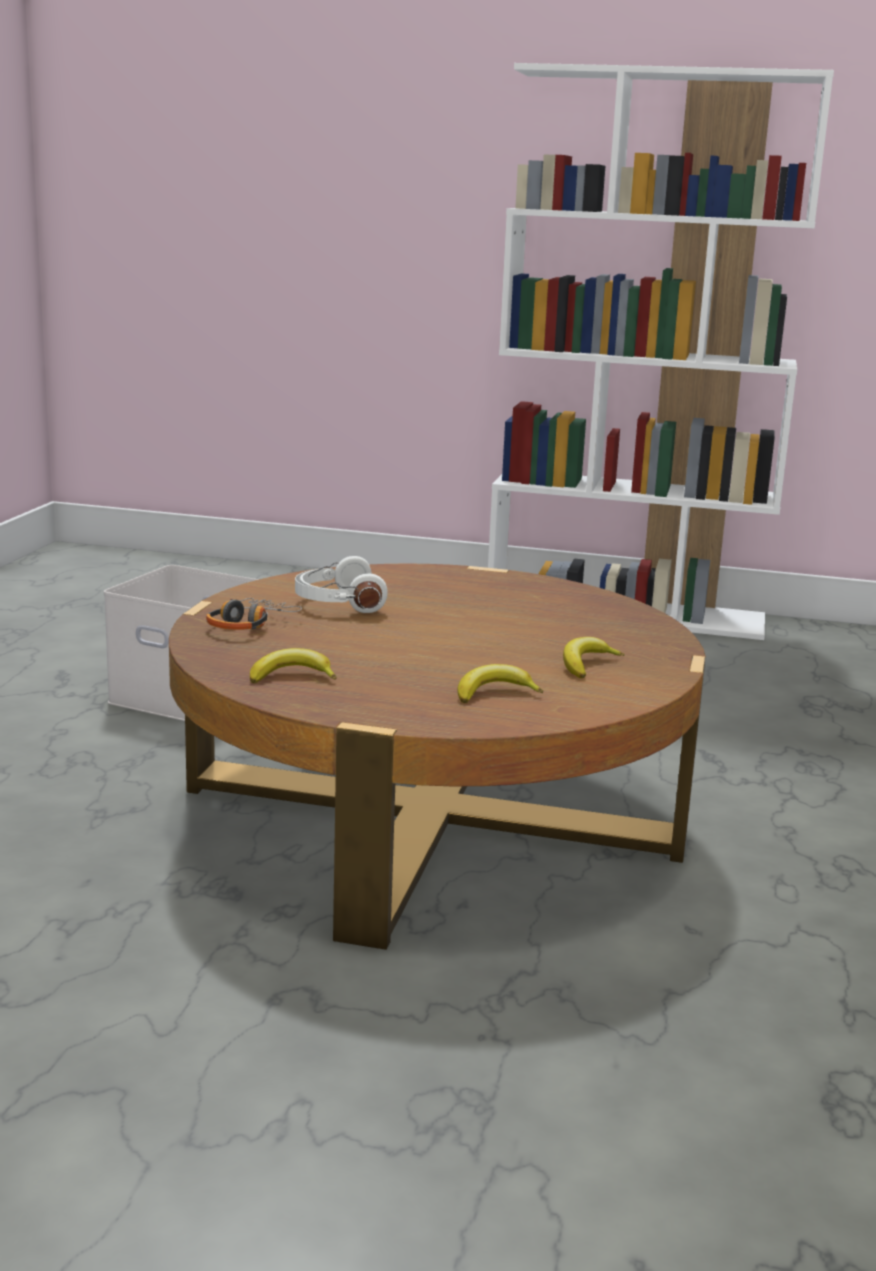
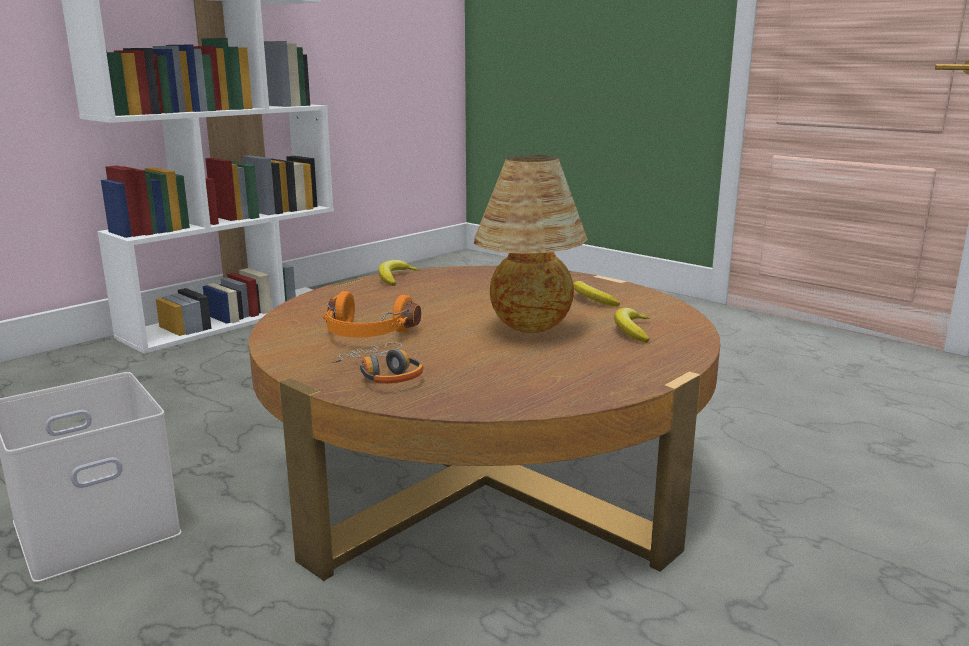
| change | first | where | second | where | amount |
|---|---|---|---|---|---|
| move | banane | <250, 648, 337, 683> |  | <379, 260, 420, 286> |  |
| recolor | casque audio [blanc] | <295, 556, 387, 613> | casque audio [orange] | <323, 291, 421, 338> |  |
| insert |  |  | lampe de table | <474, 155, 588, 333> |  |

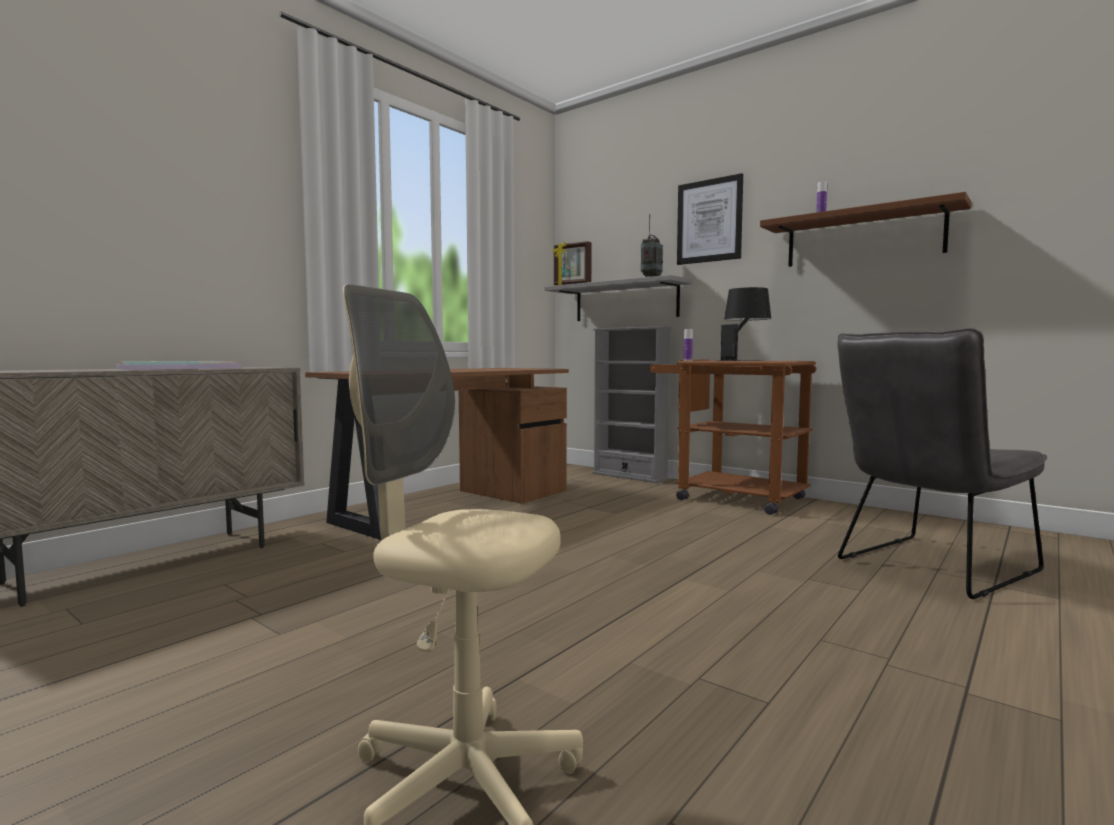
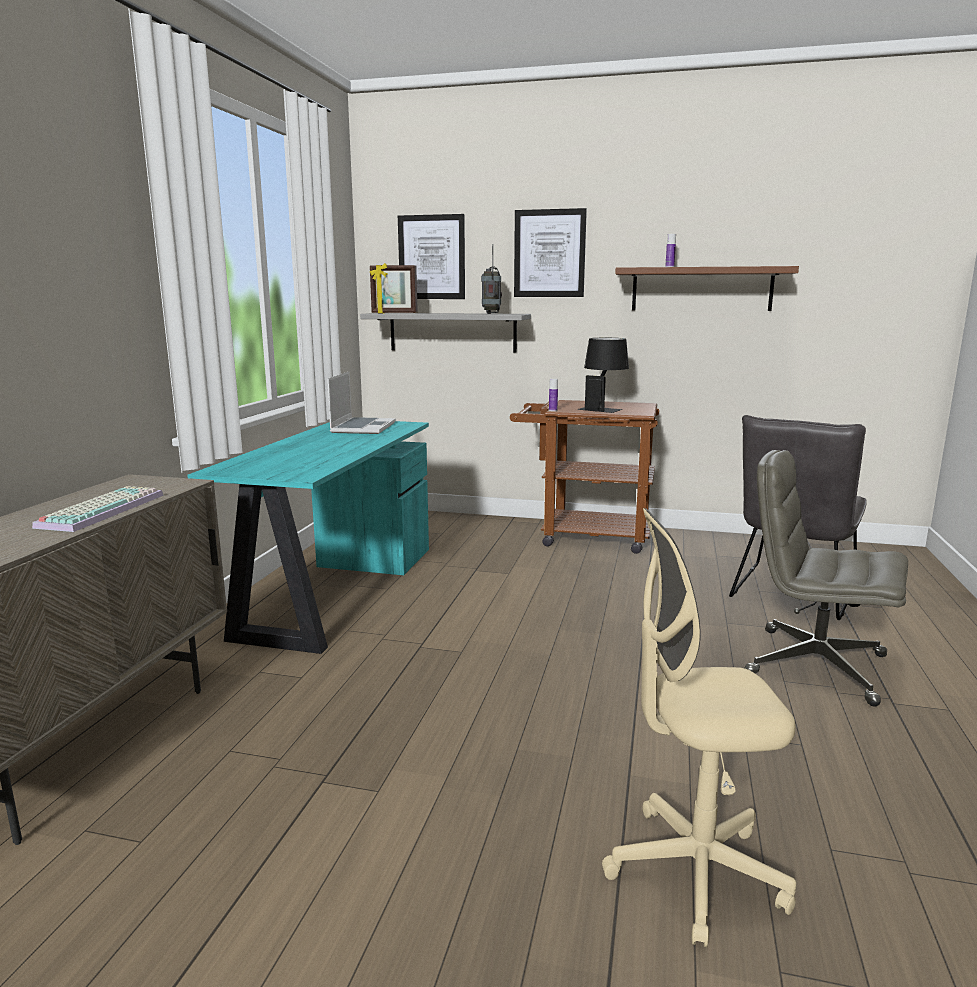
| change | first | where | second | where | amount |
|---|---|---|---|---|---|
| recolor | bureau [marron] | <305, 368, 569, 540> | bureau [turquoise] | <187, 421, 429, 654> |  |
| delete | bibliothèque [gris] | <592, 326, 672, 483> |  |  |  |
| insert |  |  | ordinateur portable | <327, 372, 396, 434> |  |
| insert |  |  | tableau | <398, 214, 465, 299> |  |
| insert |  |  | chaise de bureau [gris] | <744, 450, 908, 706> |  |

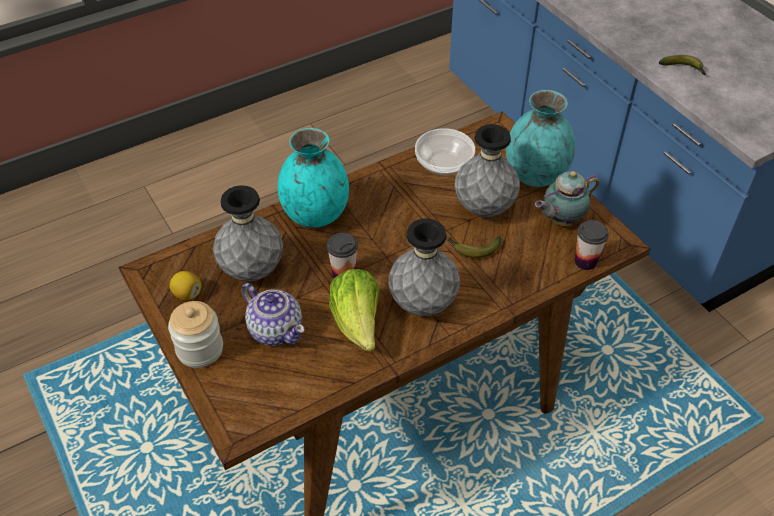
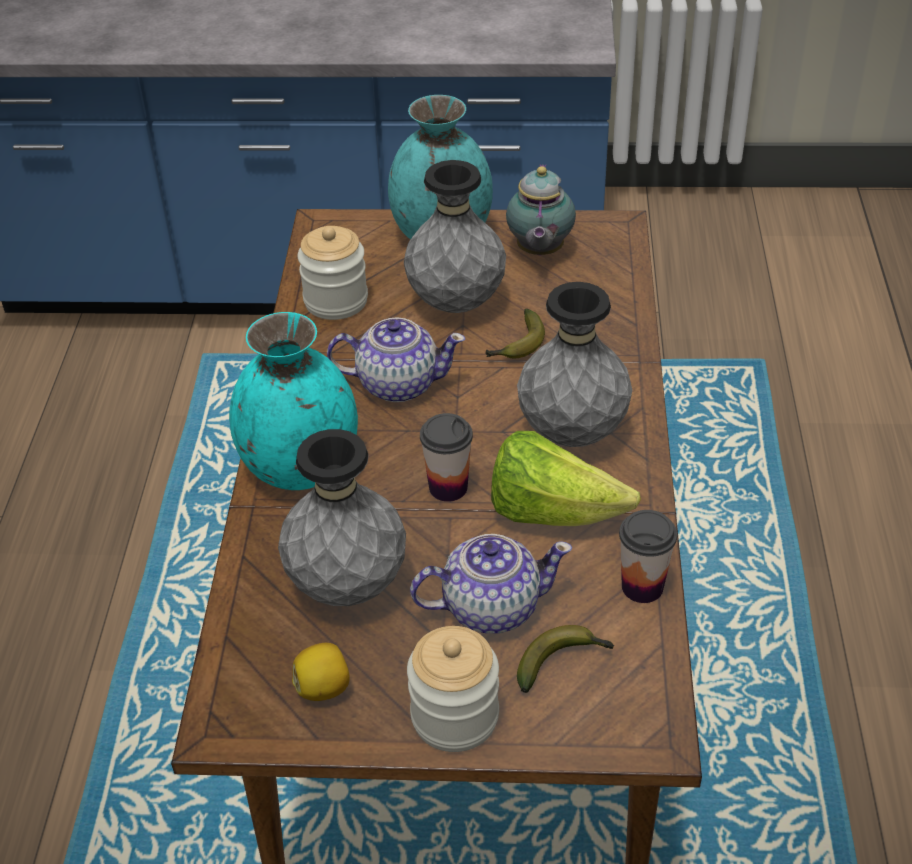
| change | first | where | second | where | amount |
|---|---|---|---|---|---|
| replace | bol | <415, 128, 475, 175> | bocal | <298, 226, 368, 320> |  |
| move | tasse | <575, 220, 609, 270> |  | <619, 510, 677, 603> |  |
| move | banane | <659, 55, 706, 75> |  | <517, 625, 614, 693> |  |
| insert |  |  | théière | <327, 317, 465, 402> |  |

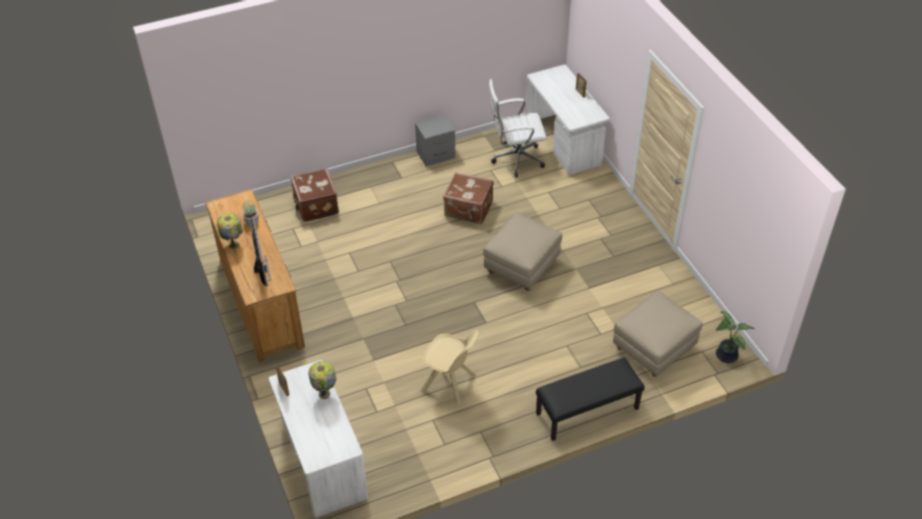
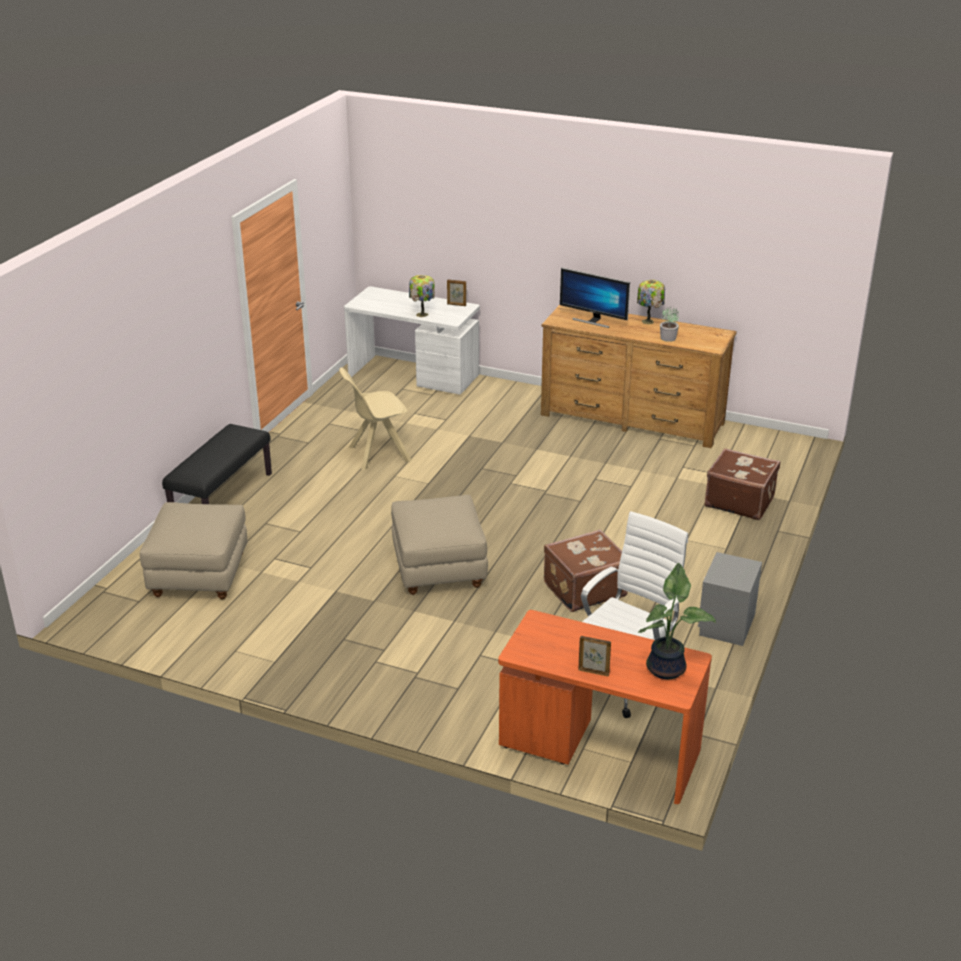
| change | first | where | second | where | amount |
|---|---|---|---|---|---|
| recolor | bureau [blanc] | <526, 65, 610, 175> | bureau [orange] | <498, 610, 712, 804> |  |
| move | plante en pot | <716, 311, 755, 363> |  | <638, 563, 716, 679> |  |

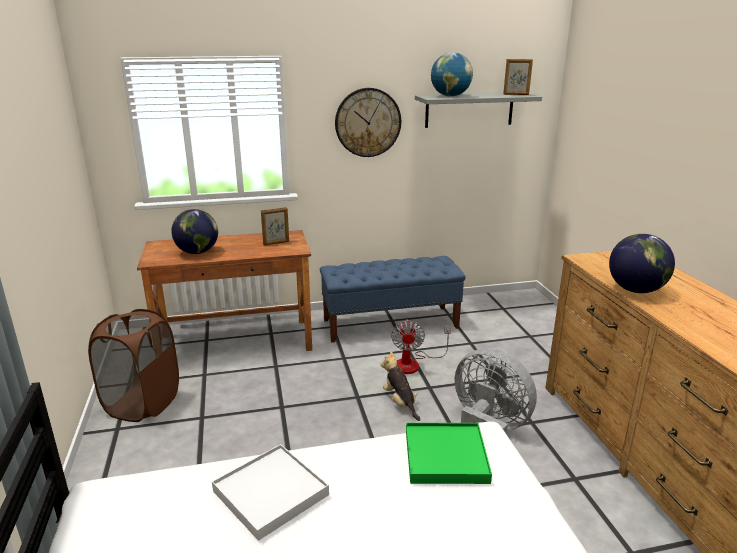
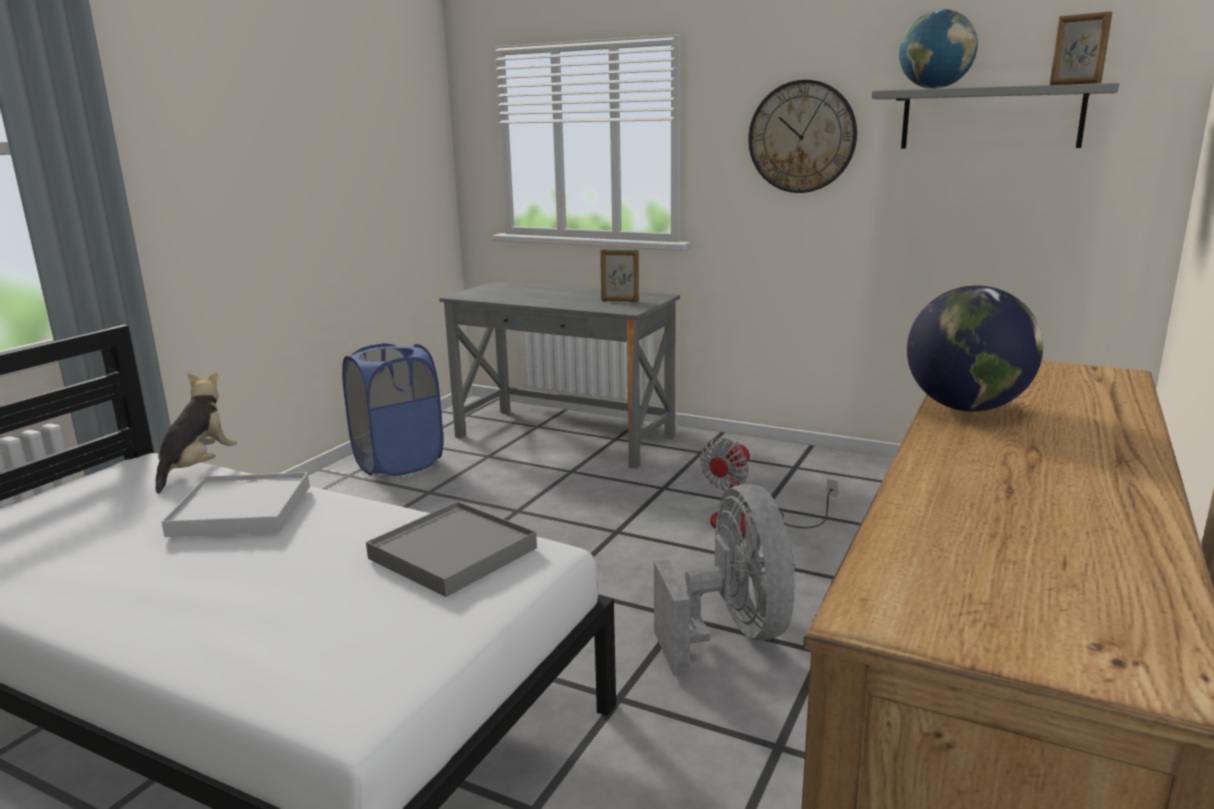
| change | first | where | second | where | amount |
|---|---|---|---|---|---|
| recolor | panier à linge [marron] | <88, 309, 179, 422> | panier à linge [bleu] | <342, 343, 443, 476> |  |
| recolor | bureau [marron] | <137, 230, 312, 351> | bureau [gris] | <439, 281, 680, 469> |  |
| delete | globe | <171, 209, 218, 254> |  |  |  |
| delete | banc [bleu] | <320, 256, 466, 343> |  |  |  |
| move | peluche | <381, 351, 421, 421> |  | <156, 372, 237, 494> |  |
| recolor | plateau [vert] | <406, 423, 492, 484> | plateau [gris] | <366, 502, 537, 597> |  |

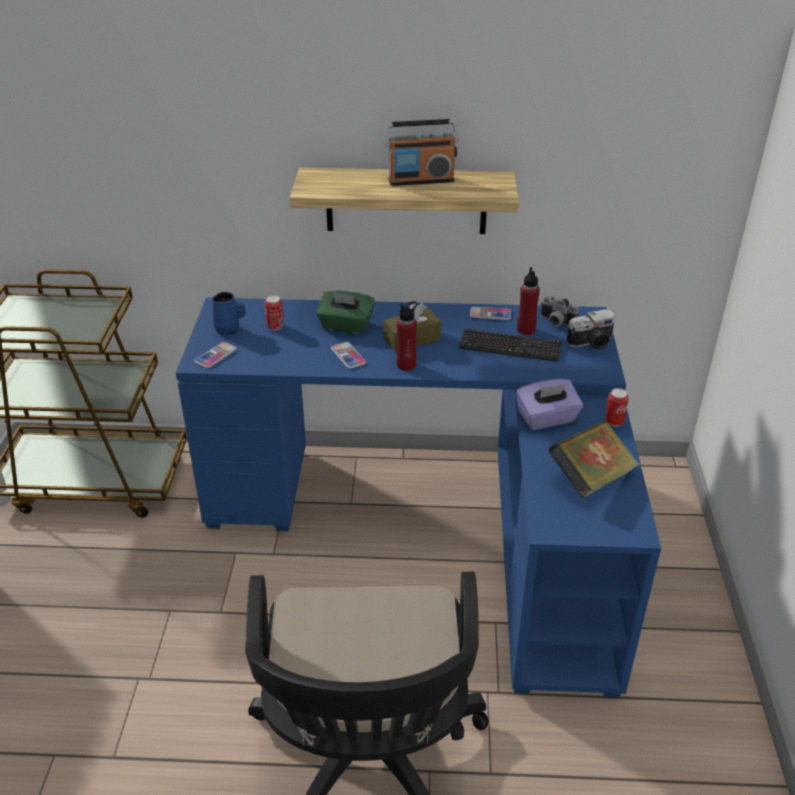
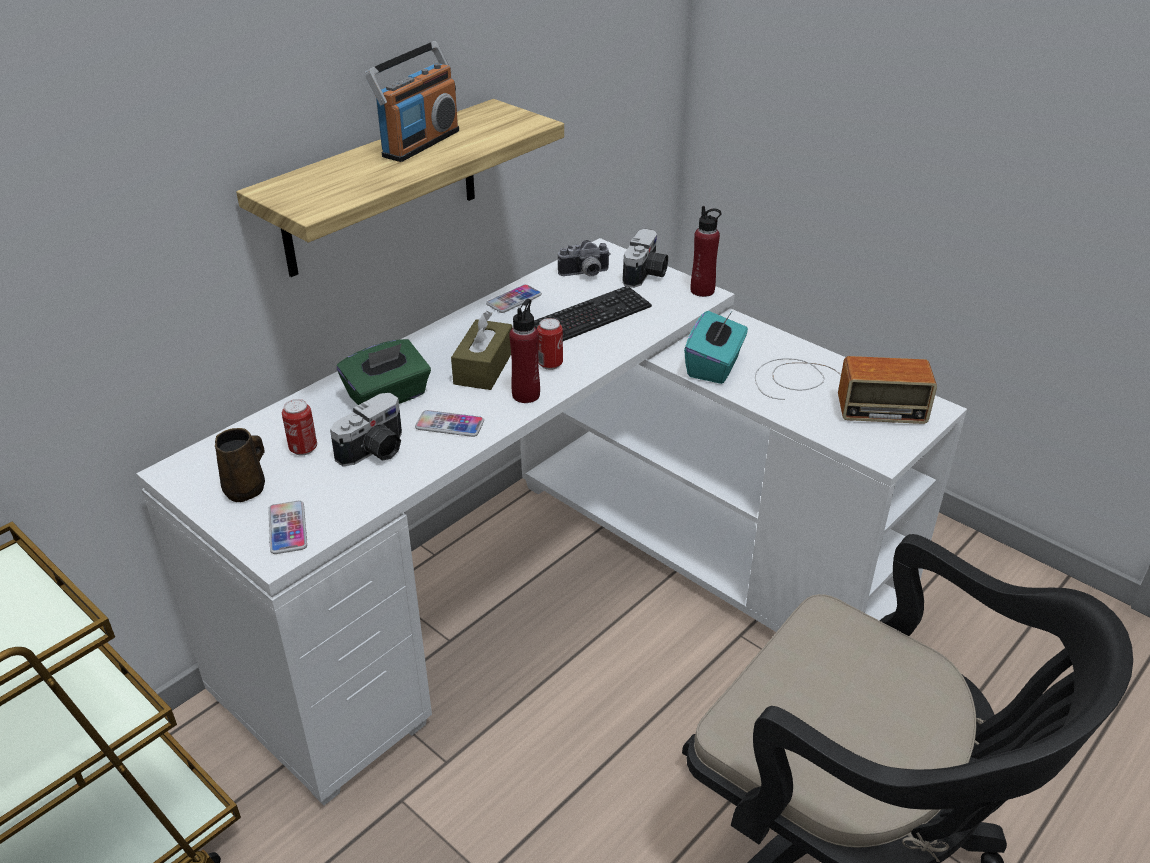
| change | first | where | second | where | amount |
|---|---|---|---|---|---|
| recolor | bureau [bleu] | <176, 297, 661, 697> | bureau [blanc] | <136, 238, 967, 805> |  |
| recolor | mug [bleu] | <212, 292, 246, 335> | mug [marron] | <215, 428, 265, 502> |  |
| recolor | boîte à mouchoirs [violet] | <516, 379, 583, 430> | boîte à mouchoirs [turquoise] | <684, 311, 748, 384> |  |
| move | bouteille [rouge] | <517, 267, 540, 335> |  | <691, 206, 721, 297> |  |
| replace | livre | <548, 420, 639, 498> | radio | <755, 356, 937, 424> |  |
| move | boîte métallique | <605, 388, 629, 427> |  | <537, 318, 563, 370> |  |
| insert |  |  | appareil photo | <330, 393, 402, 466> |  |

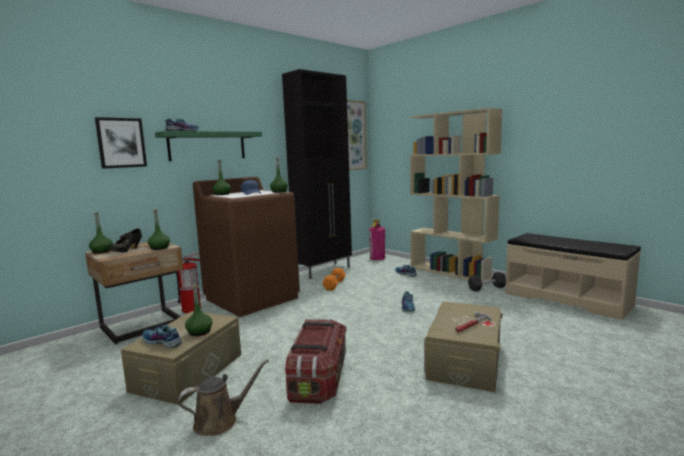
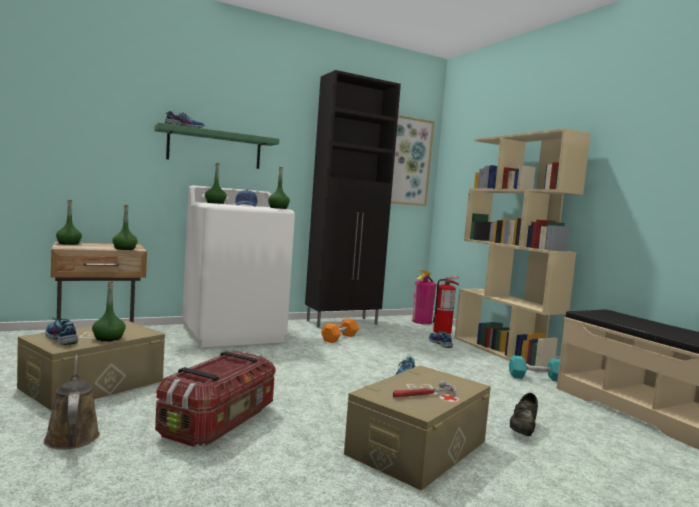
| change | first | where | second | where | amount |
|---|---|---|---|---|---|
| delete | tableau | <95, 117, 147, 169> |  |  |  |
| move | chaussure [noir] | <109, 228, 142, 252> |  | <510, 393, 538, 436> |  |
| move | extincteur | <176, 252, 201, 313> |  | <432, 276, 459, 334> |  |
| rotate | arrosoir [marron] | <178, 359, 269, 436> |  | <43, 355, 100, 449> | 105 degrees counterclockwise |
| recolor | lave-linge [marron] | <193, 177, 300, 317> | lave-linge [blanc] | <182, 186, 295, 347> |  |
| recolor | haltère [gris] | <468, 272, 506, 291> | haltère [turquoise] | <509, 355, 560, 381> |  |

